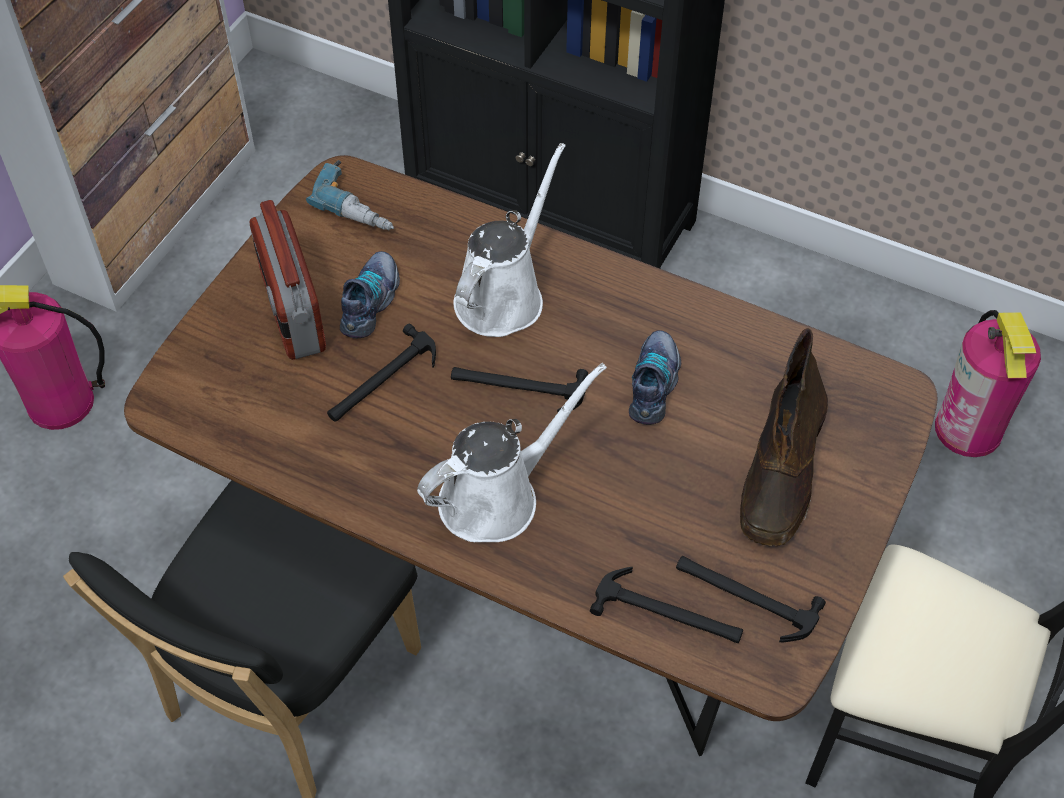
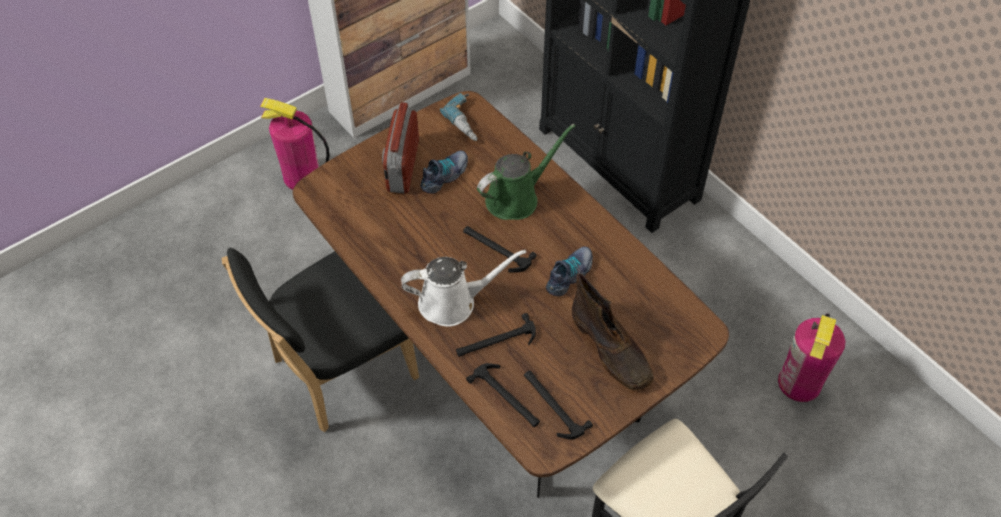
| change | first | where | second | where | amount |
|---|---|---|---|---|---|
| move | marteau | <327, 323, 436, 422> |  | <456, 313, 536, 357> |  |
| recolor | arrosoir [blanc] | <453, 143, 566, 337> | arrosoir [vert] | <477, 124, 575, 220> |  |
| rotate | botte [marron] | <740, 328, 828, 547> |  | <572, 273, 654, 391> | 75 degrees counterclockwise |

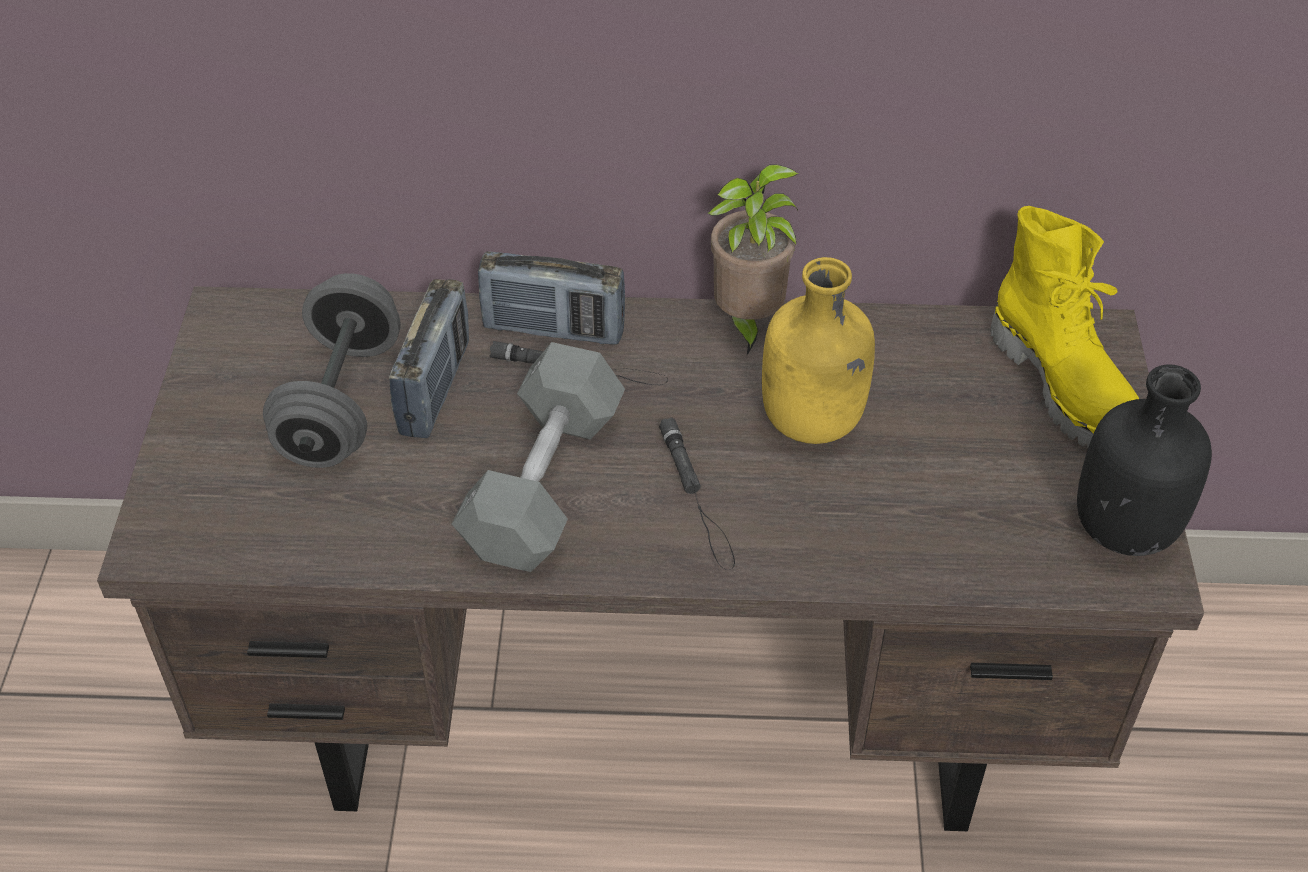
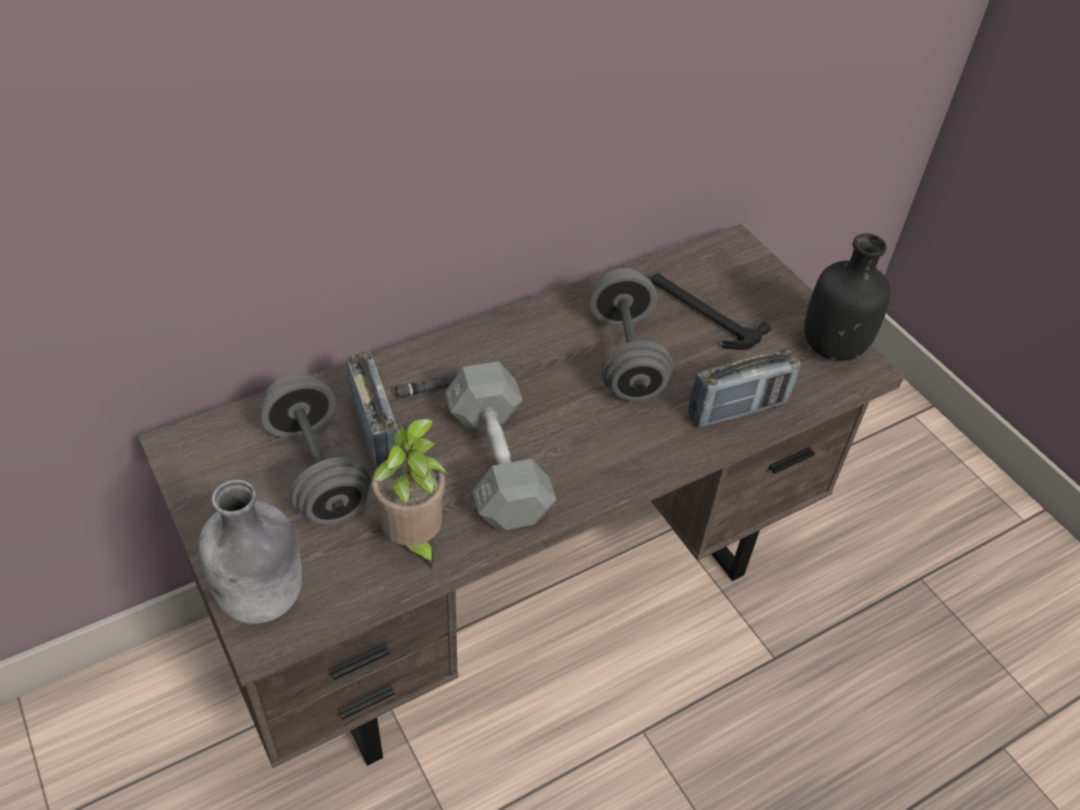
| change | first | where | second | where | amount |
|---|---|---|---|---|---|
| move | radio | <478, 251, 625, 345> |  | <688, 349, 801, 428> |  |
| delete | lampe de poche [noir] | <659, 418, 735, 570> |  |  |  |
| move | plante en pot | <708, 164, 798, 355> |  | <372, 419, 447, 569> |  |
| replace | bouteille [jaune] | <762, 257, 875, 444> | haltère [gris] | <589, 268, 673, 401> |  |
| delete | botte [jaune] | <991, 206, 1139, 448> |  |  |  |
| insert |  |  | bouteille [gris] | <198, 480, 302, 624> |  |
| insert |  |  | marteau | <651, 273, 771, 350> |  |

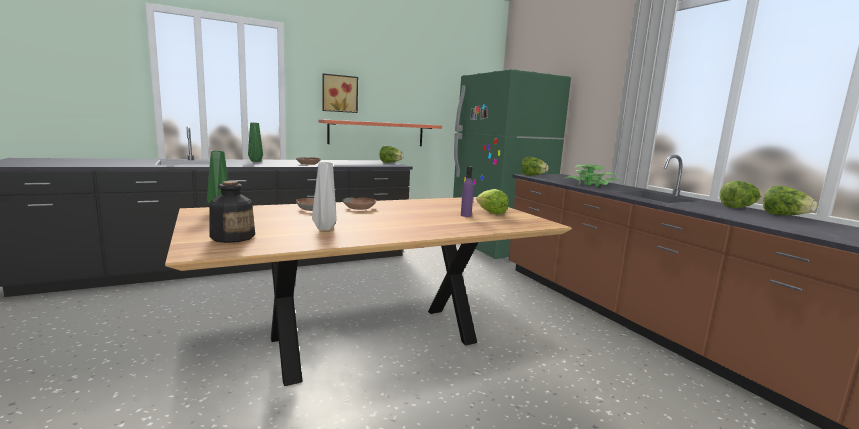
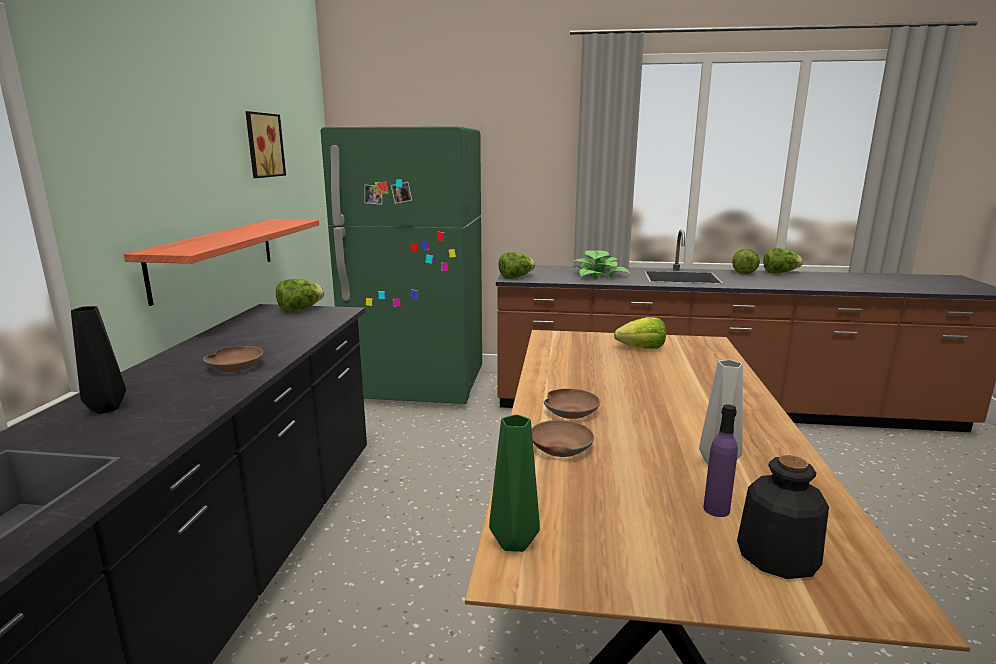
| change | first | where | second | where | amount |
|---|---|---|---|---|---|
| recolor | vase [vert] | <248, 122, 263, 162> | vase [noir] | <71, 306, 126, 414> |  |
| move | tableau | <322, 74, 358, 113> |  | <245, 111, 286, 178> |  |
| move | bouteille [violet] | <461, 166, 474, 217> |  | <704, 405, 738, 517> |  |

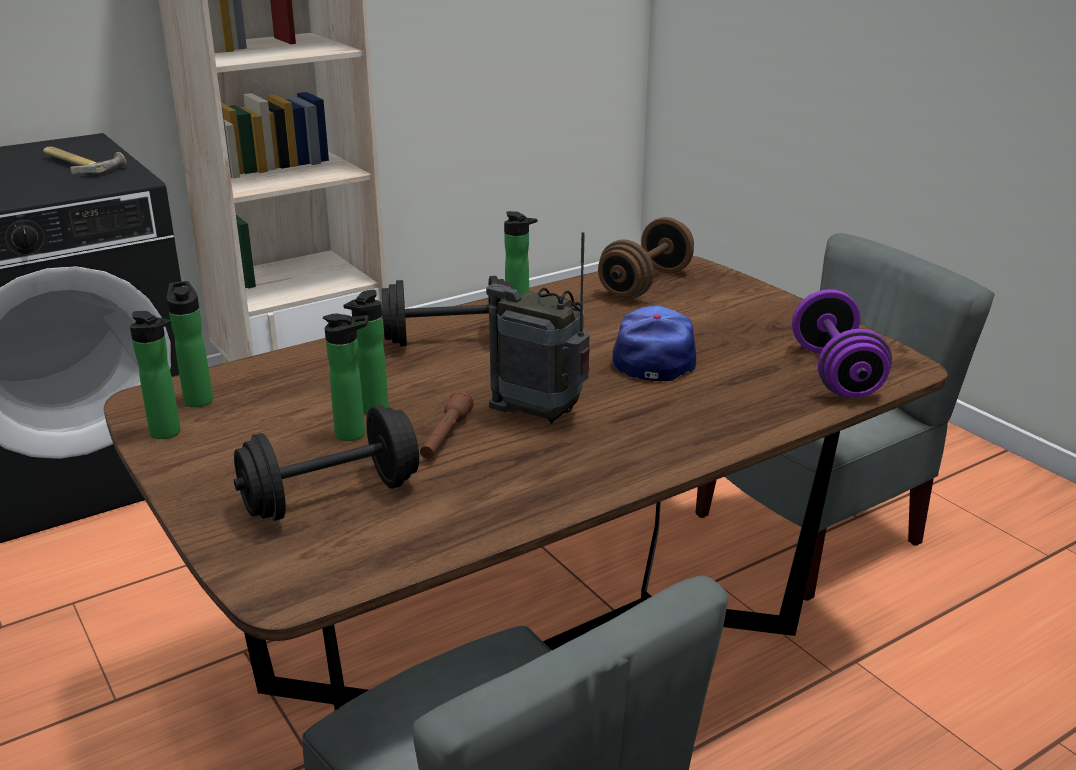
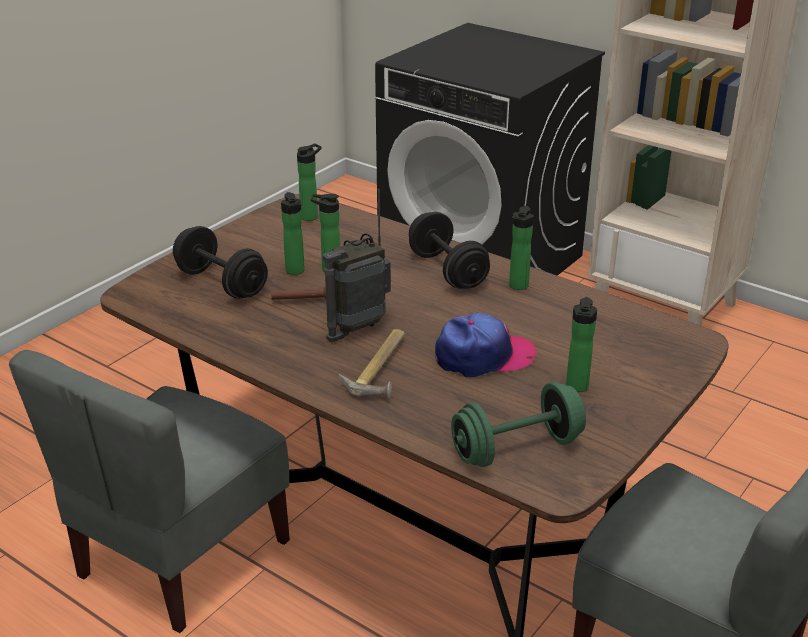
| change | first | where | second | where | amount |
|---|---|---|---|---|---|
| move | marteau | <43, 147, 127, 174> |  | <339, 329, 405, 400> |  |
| move | bouteille | <130, 311, 181, 439> |  | <566, 297, 597, 392> |  |
| rotate | radio | <486, 232, 590, 424> |  | <323, 189, 391, 342> | 135 degrees counterclockwise |
| delete | haltère [marron] | <598, 217, 694, 299> |  |  |  |
| recolor | haltère [violet] | <792, 289, 892, 397> | haltère [vert] | <451, 382, 586, 467> |  |

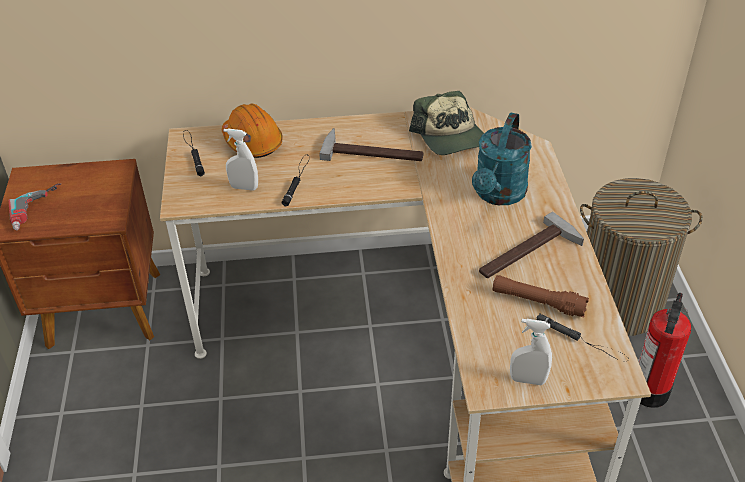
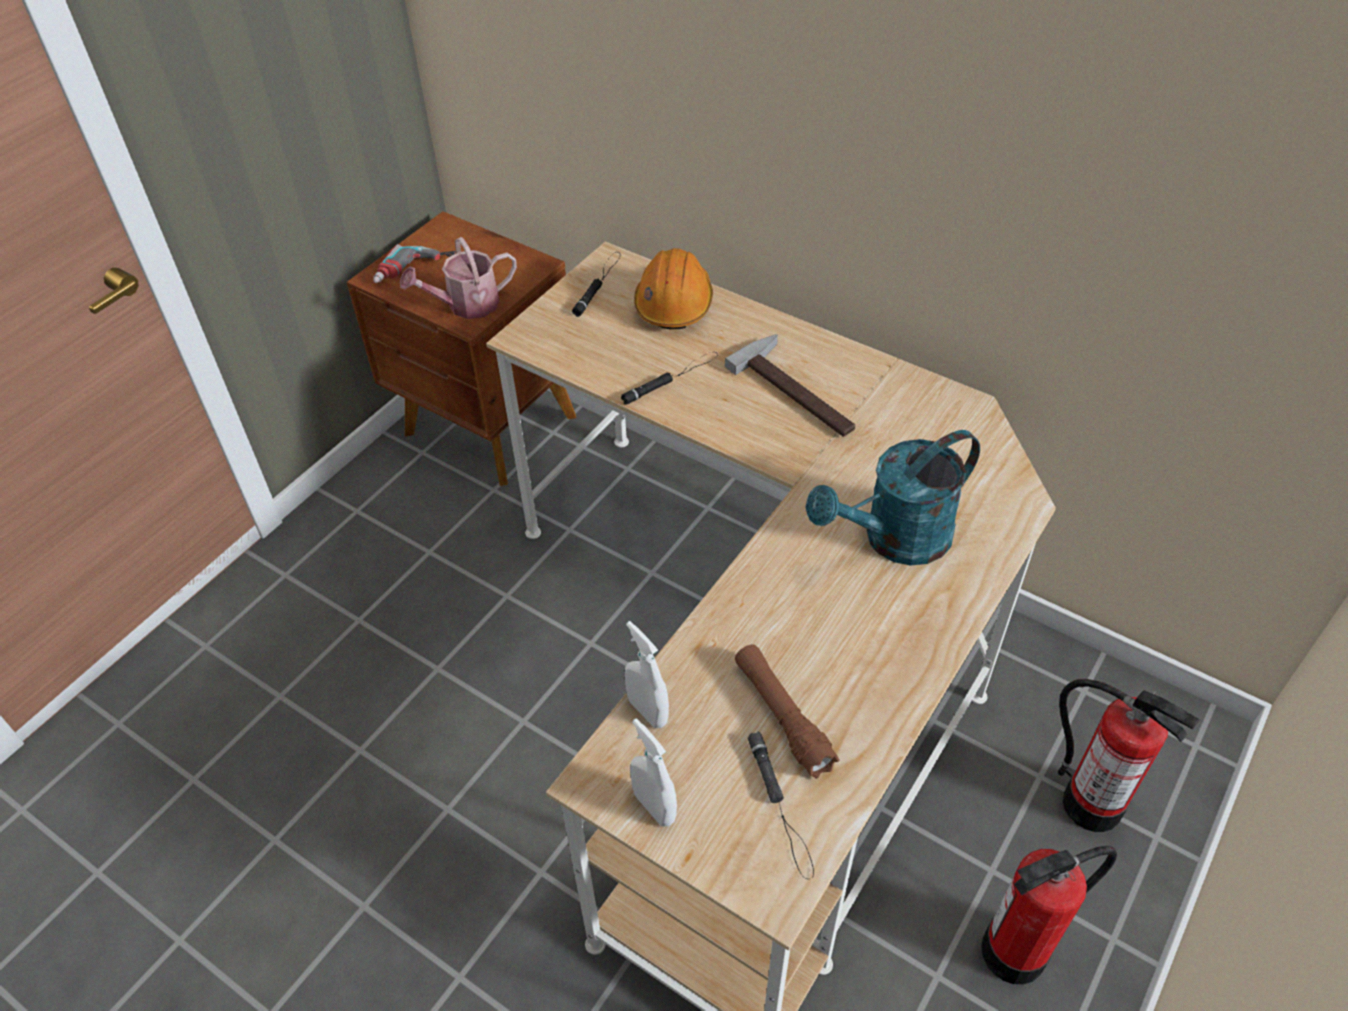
| change | first | where | second | where | amount |
|---|---|---|---|---|---|
| move | vaporisateur [blanc] | <224, 129, 258, 191> |  | <624, 621, 669, 728> |  |
| delete | casquette | <409, 91, 484, 155> |  |  |  |
| delete | marteau | <479, 212, 584, 278> |  |  |  |
| replace | panier à linge | <580, 178, 703, 336> | extincteur | <1058, 679, 1200, 832> |  |
| insert |  |  | arrosoir | <400, 237, 517, 319> |  |

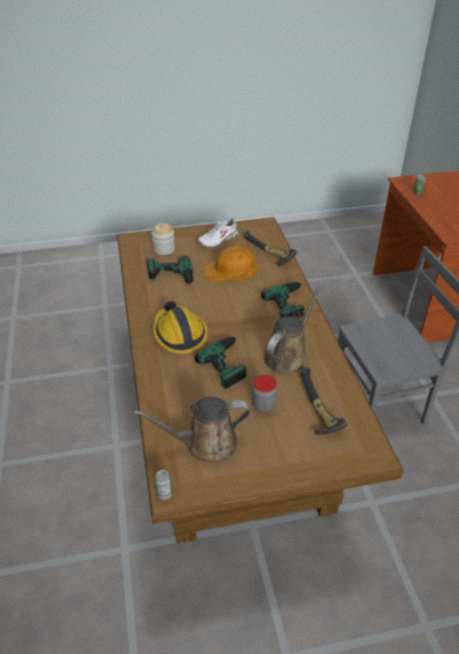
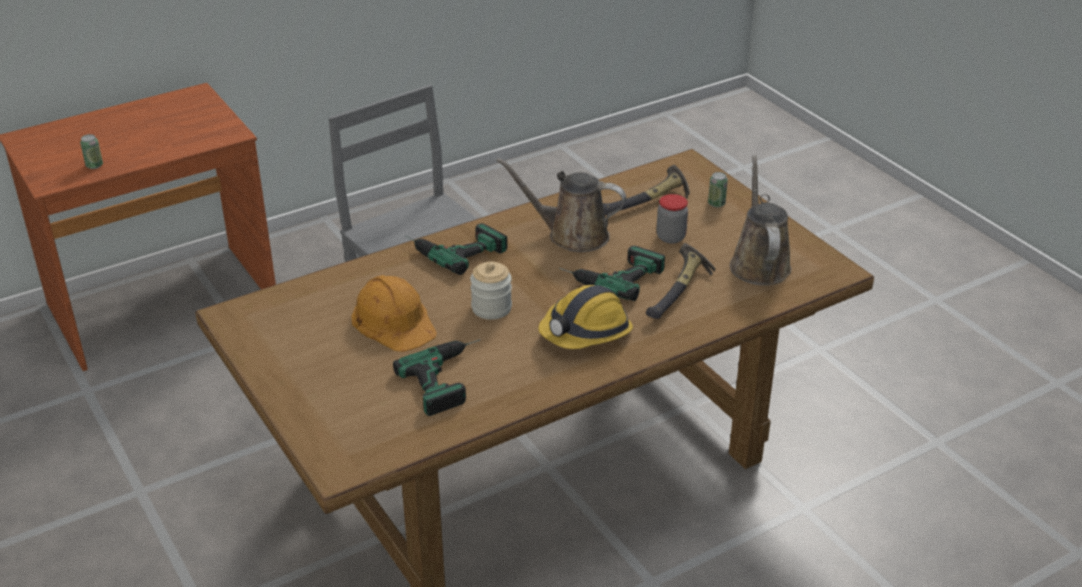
| change | first | where | second | where | amount |
|---|---|---|---|---|---|
| rotate | arrosoir [marron] | <134, 397, 250, 463> |  | <730, 155, 792, 286> | 150 degrees counterclockwise |
| move | bocal | <152, 223, 175, 255> |  | <470, 262, 512, 320> |  |
| move | boîte métallique | <154, 470, 173, 500> |  | <708, 172, 728, 207> |  |
| delete | chaussure [blanc] | <197, 218, 238, 248> |  |  |  |
| move | marteau | <244, 231, 297, 267> |  | <646, 243, 716, 319> |  |

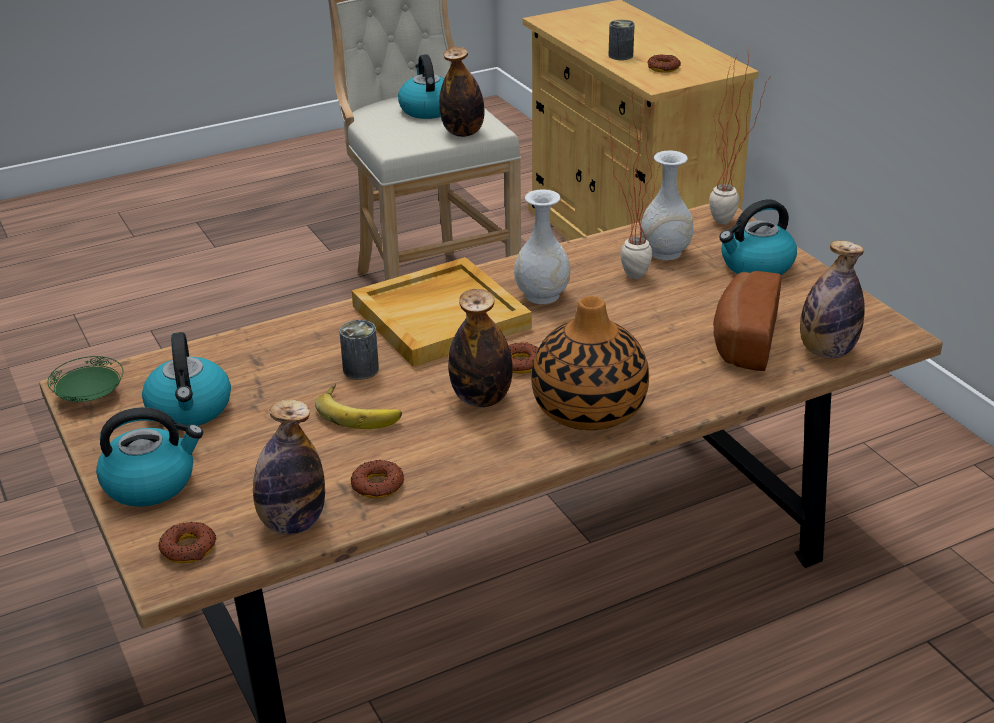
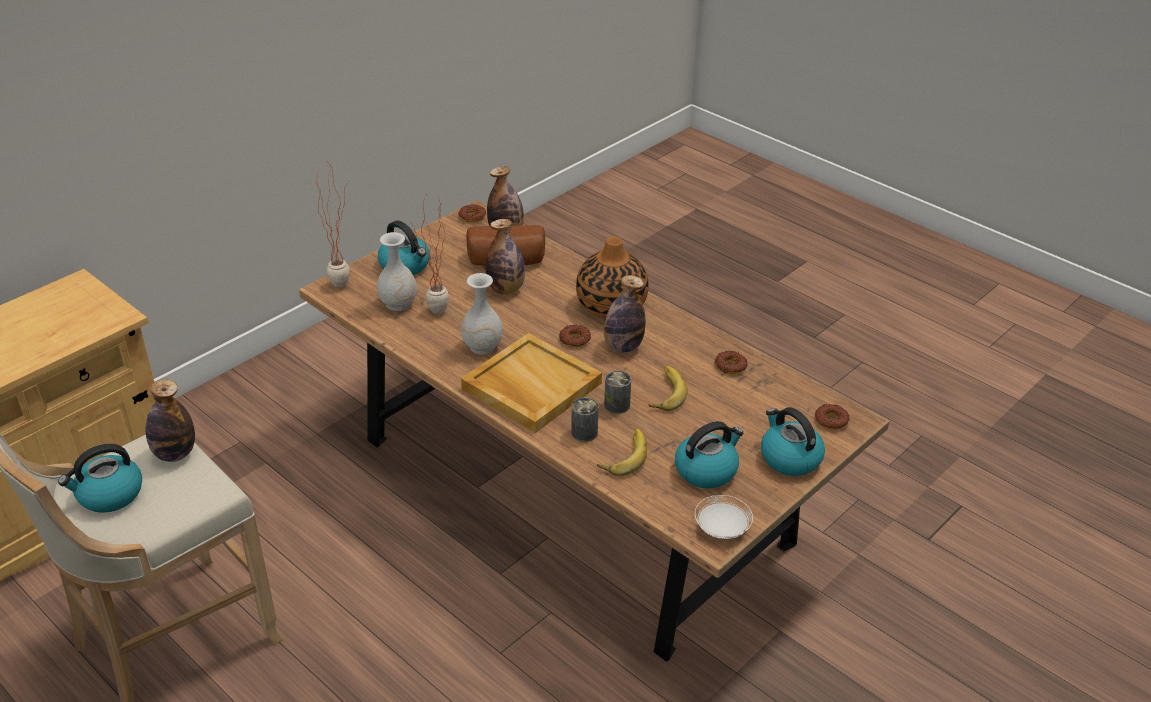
| change | first | where | second | where | amount |
|---|---|---|---|---|---|
| recolor | assiette [vert] | <47, 356, 124, 402> | assiette [blanc] | <695, 495, 753, 539> |  |
| move | bouteille | <253, 399, 325, 535> |  | <486, 219, 525, 295> |  |
| move | boîte métallique | <608, 20, 635, 60> |  | <571, 397, 599, 442> |  |
| move | beignet | <647, 55, 681, 73> |  | <459, 204, 486, 222> |  |
| insert |  |  | banane | <597, 428, 647, 476> |  |

